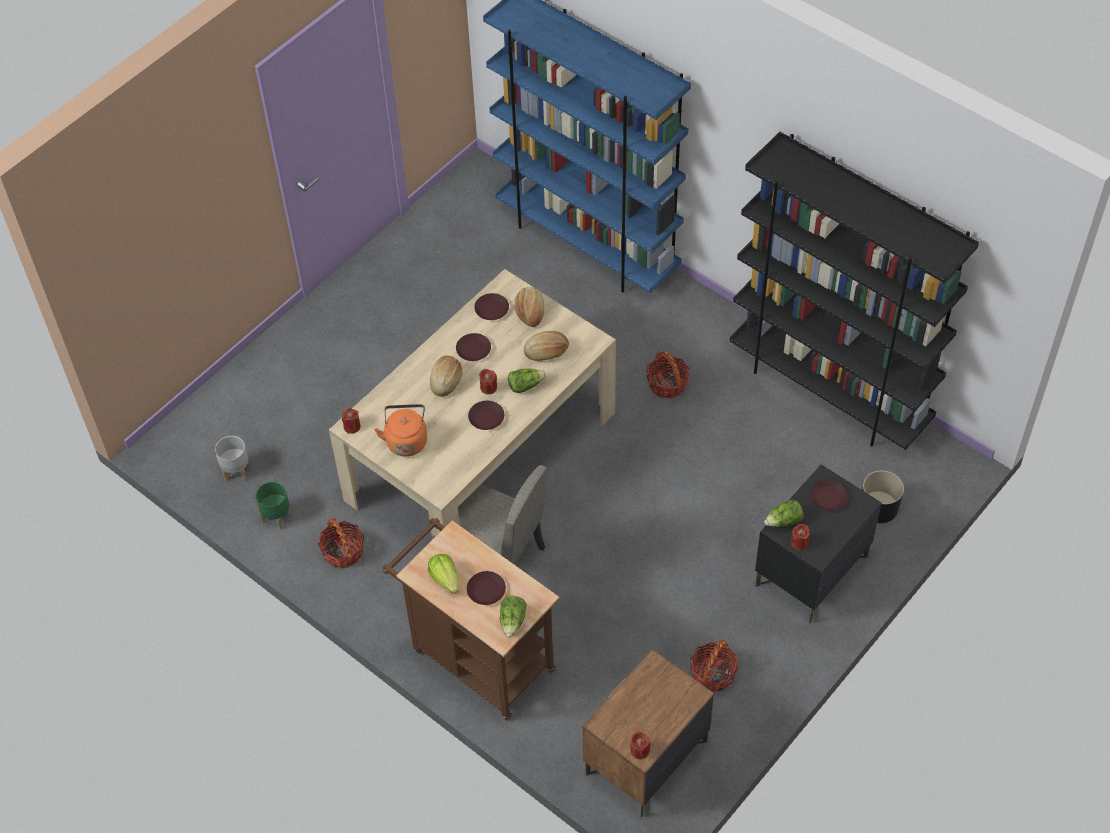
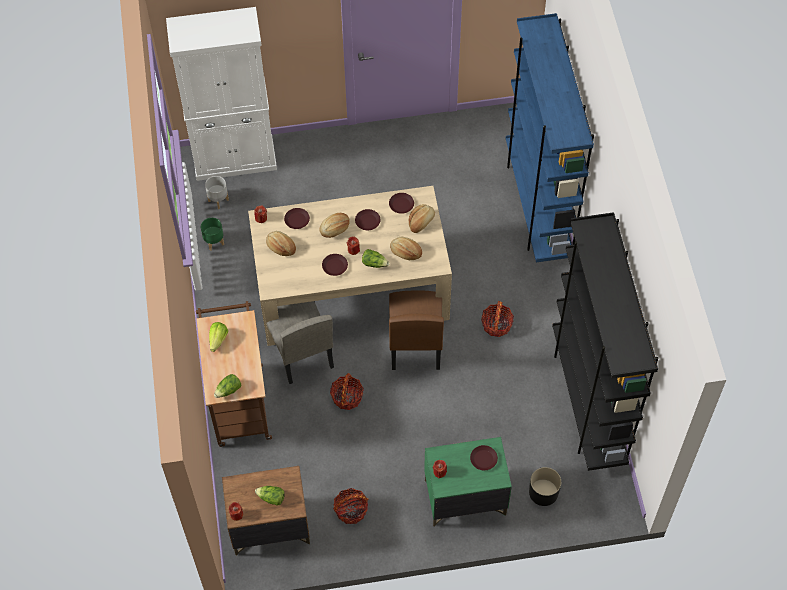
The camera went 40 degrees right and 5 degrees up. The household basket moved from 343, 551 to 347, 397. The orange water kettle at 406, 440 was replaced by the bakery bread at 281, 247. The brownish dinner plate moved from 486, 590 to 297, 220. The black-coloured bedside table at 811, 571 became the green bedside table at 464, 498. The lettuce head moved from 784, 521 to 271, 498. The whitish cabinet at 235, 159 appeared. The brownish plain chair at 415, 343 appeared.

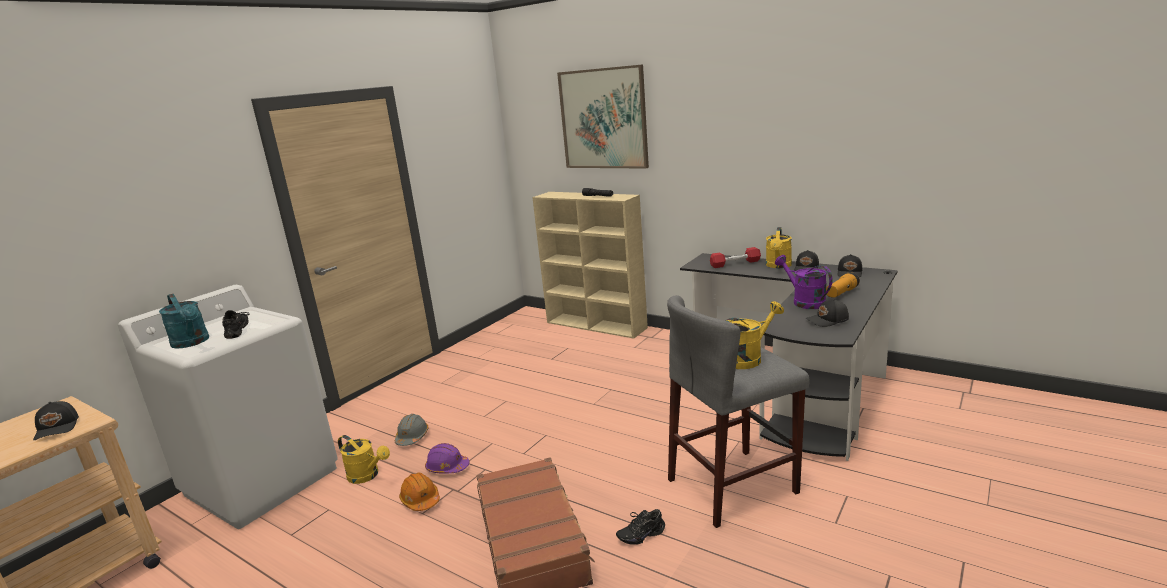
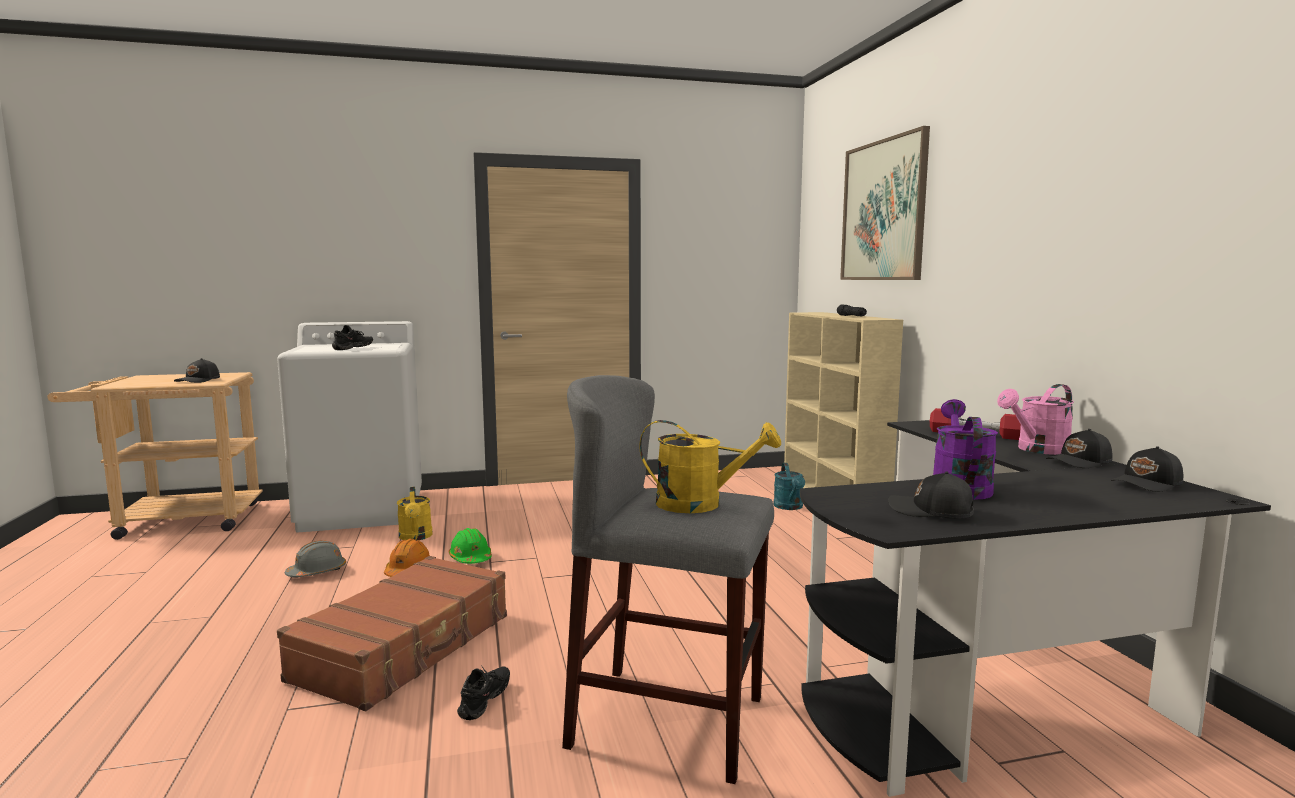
The camera went 40 degrees right and 10 degrees down. The turquoise-coloured sprinkling can moved from 192, 343 to 789, 507. The greyish work helmet moved from 412, 437 to 317, 572. The purplish work helmet at 447, 467 became the green work helmet at 470, 558. The black-coloured low shoe at 640, 534 turned 90 degrees clockwise. The yellow sprinkling can at 778, 266 became the pinkish sprinkling can at 1037, 450. The torch at 841, 293 disappeared.

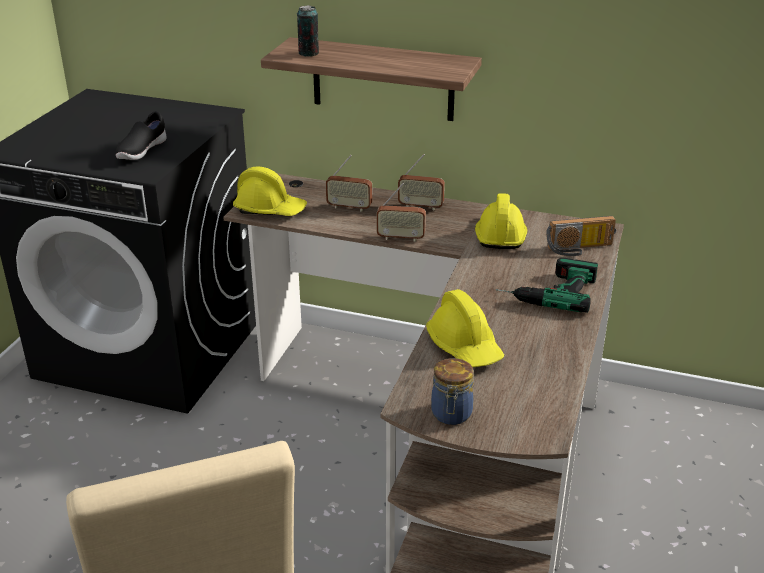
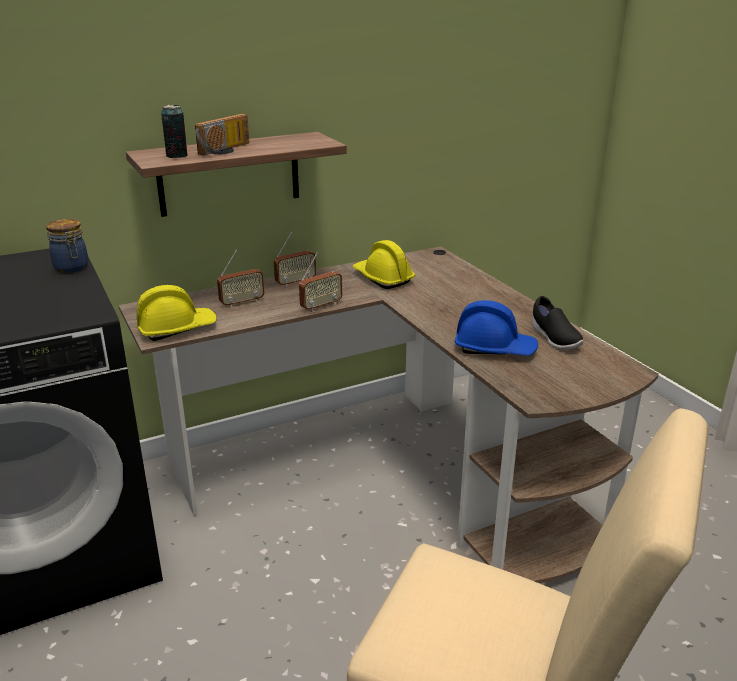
The camera went 45 degrees left and 5 degrees down. The black-coloured low shoe moved from 141, 151 to 554, 338. The yellow work helmet at 465, 347 became the blue-coloured work helmet at 494, 349. The jar moved from 451, 415 to 72, 268. The drill at 546, 290 disappeared. The radio moved from 579, 249 to 227, 150.

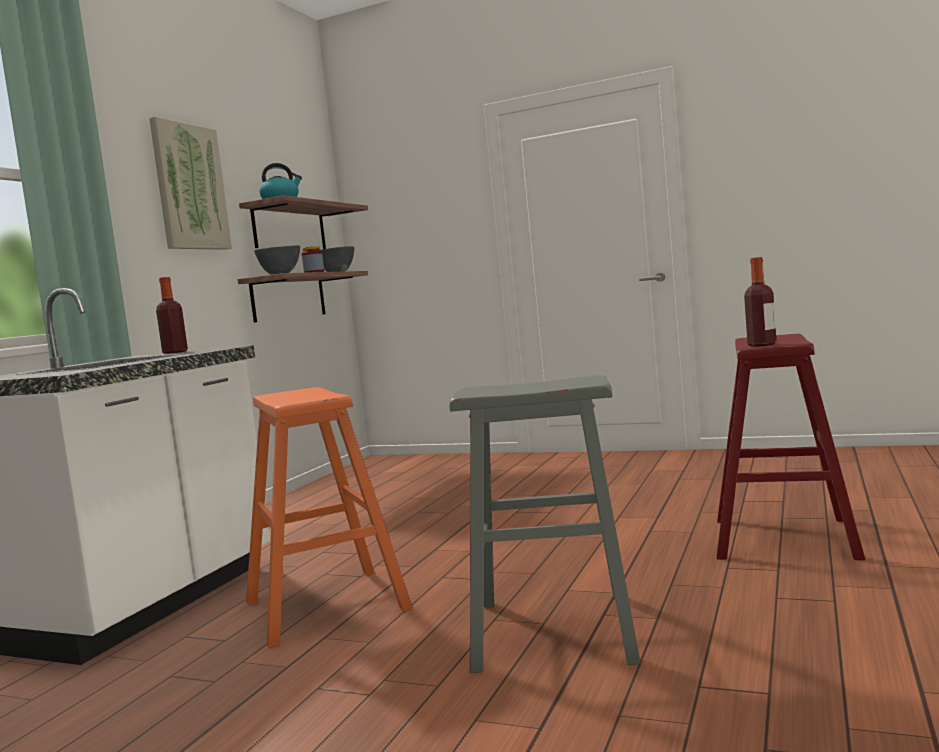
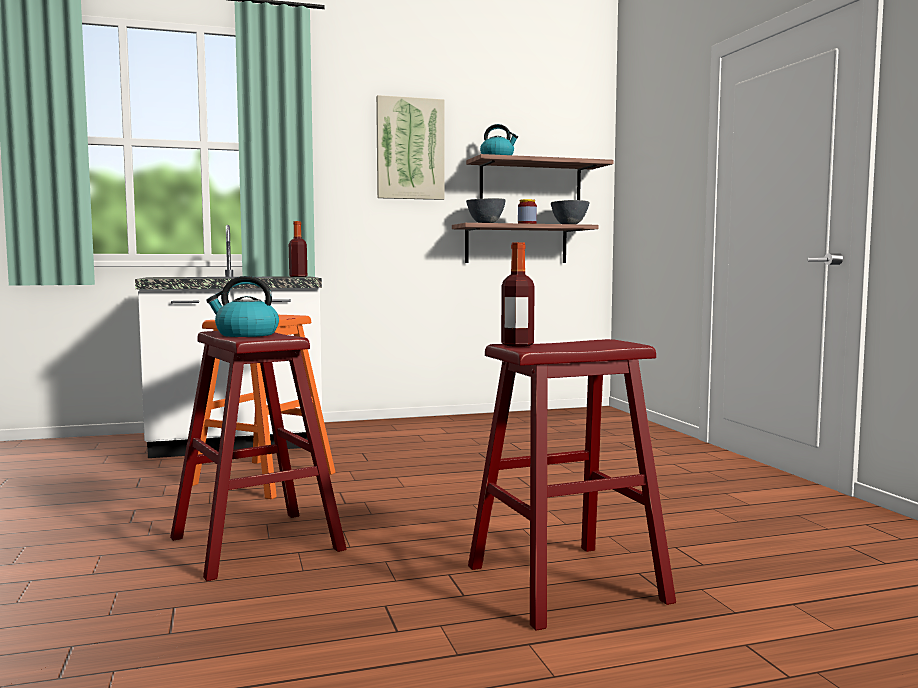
The camera went 50 degrees right and 0 degrees up. The greyish sitting stool at 554, 630 became the red-coloured sitting stool at 256, 544. The water kettle at 246, 334 appeared.

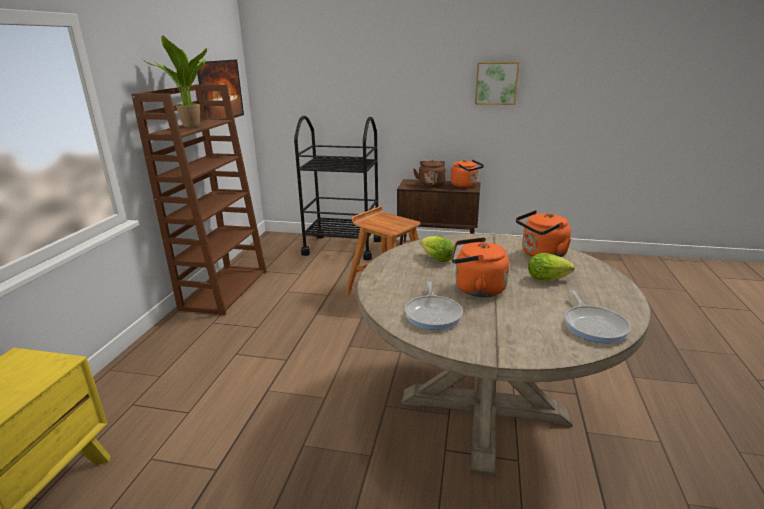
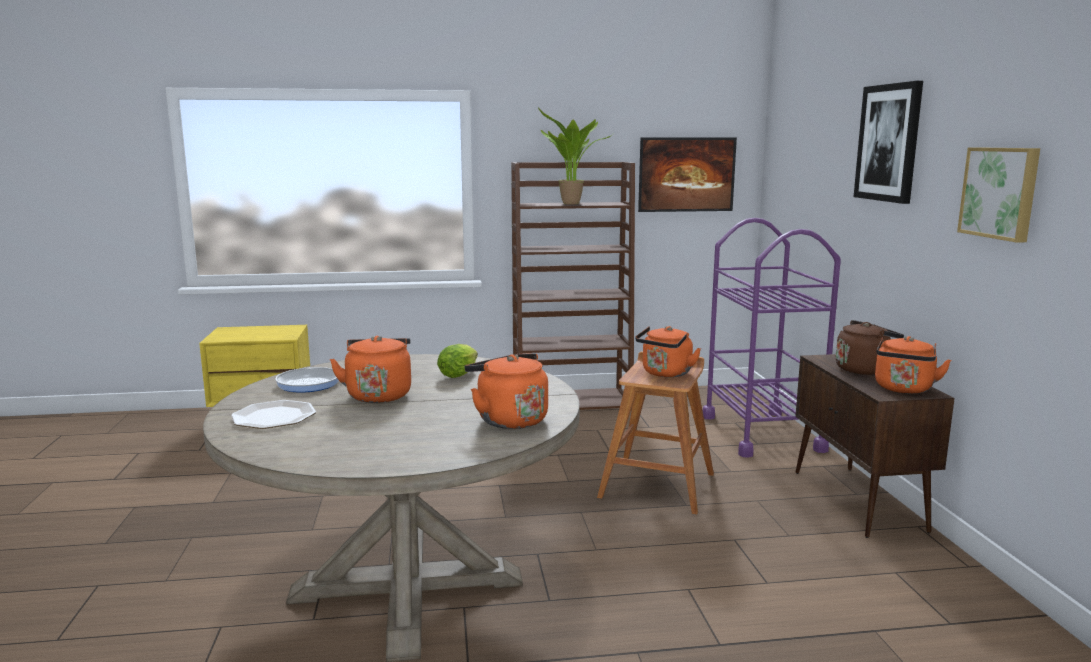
The camera went 70 degrees right and 10 degrees down. The black-coloured cart at 342, 247 became the purplish cart at 761, 433. The lettuce head at 549, 279 disappeared. The pan at 594, 325 disappeared. The dinner plate at 273, 417 appeared. The orange water kettle at 665, 374 appeared. The picture at 888, 143 appeared.

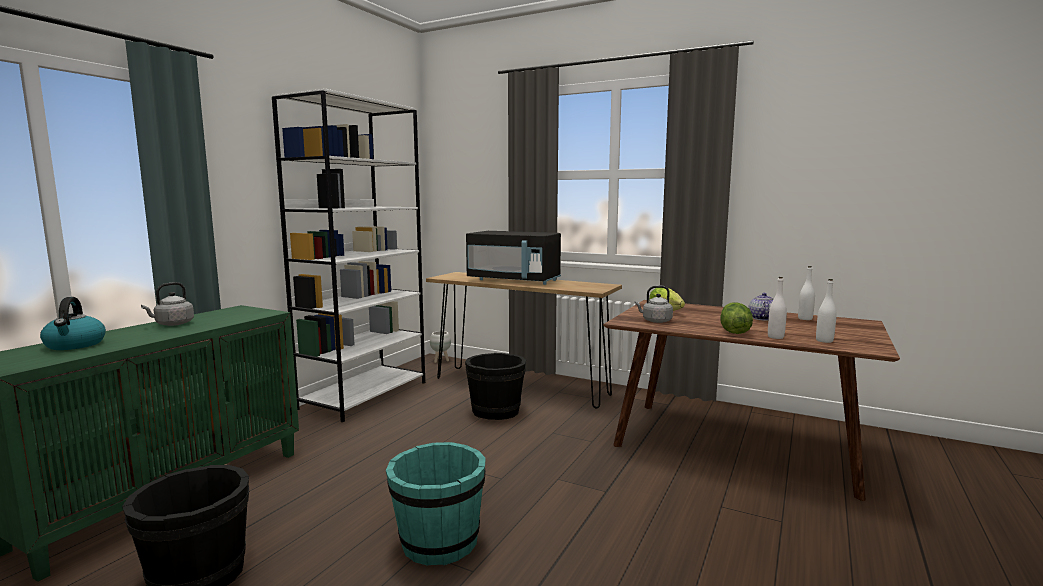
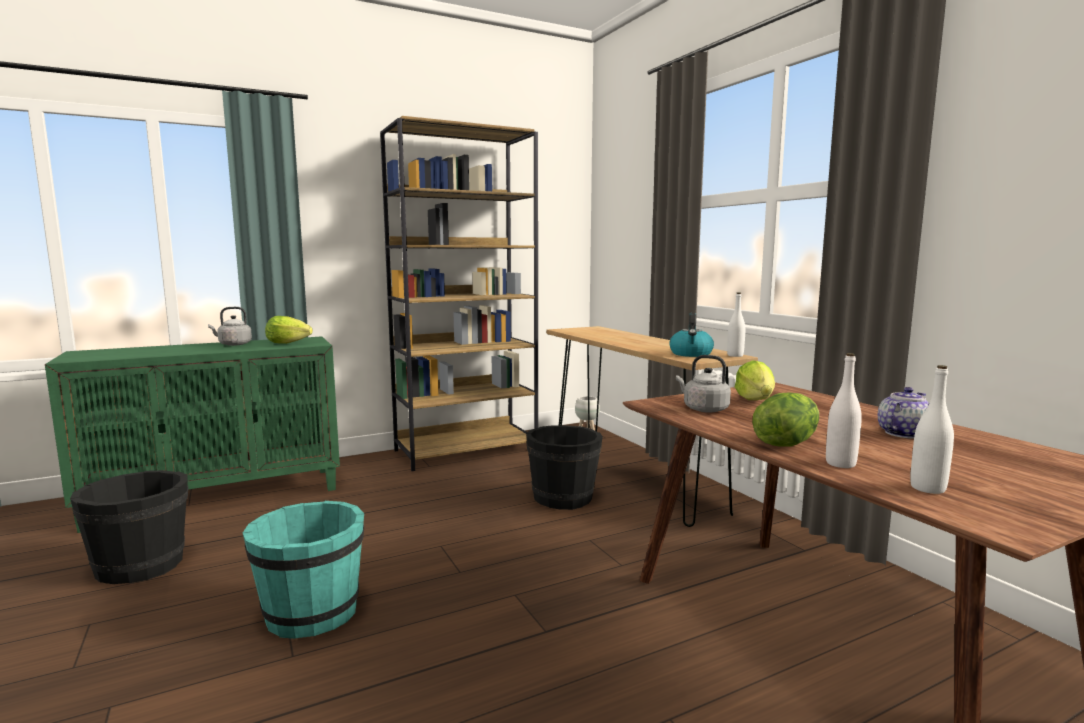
The camera went 35 degrees right and 0 degrees up. The water kettle moved from 75, 345 to 691, 354. The whitish bookshelf at 364, 395 became the brownish bookshelf at 467, 450. The black-coloured microwave at 514, 280 disappeared. The whitish bottle moved from 805, 318 to 735, 355. The lettuce head at 288, 343 appeared.

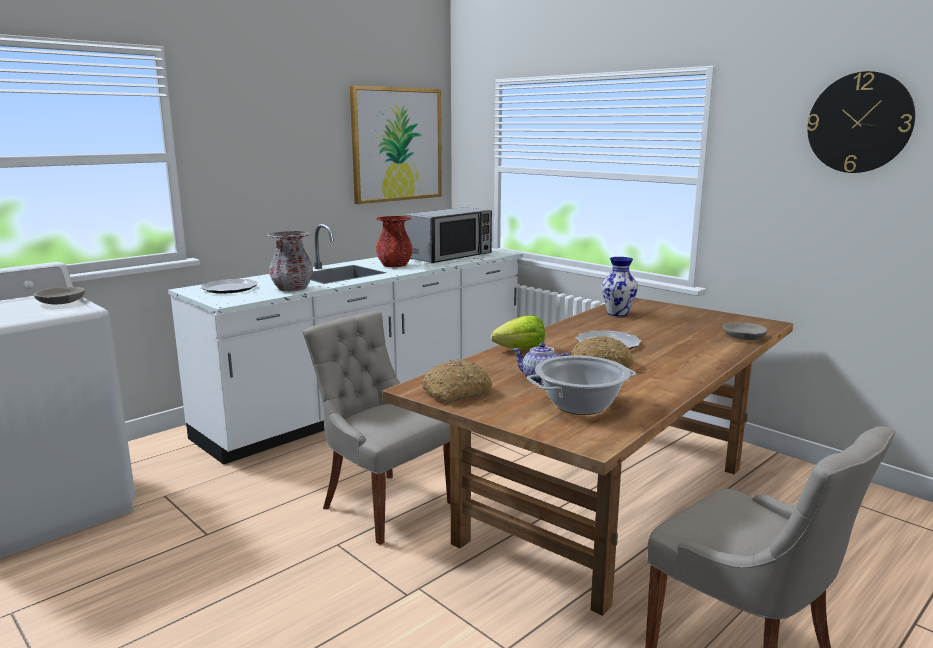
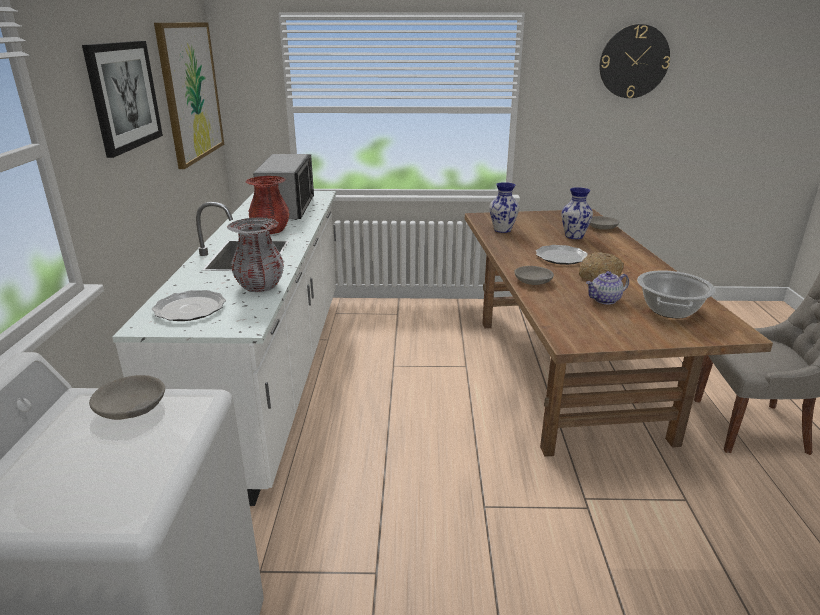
The camera went 45 degrees left and 10 degrees up. The greyish plain chair at 385, 504 disappeared. The bakery bread at 456, 392 disappeared. The lettuce head at 521, 349 was replaced by the greyish serving bowl at 533, 281. The picture at 124, 96 appeared. The flower vase at 574, 236 appeared.

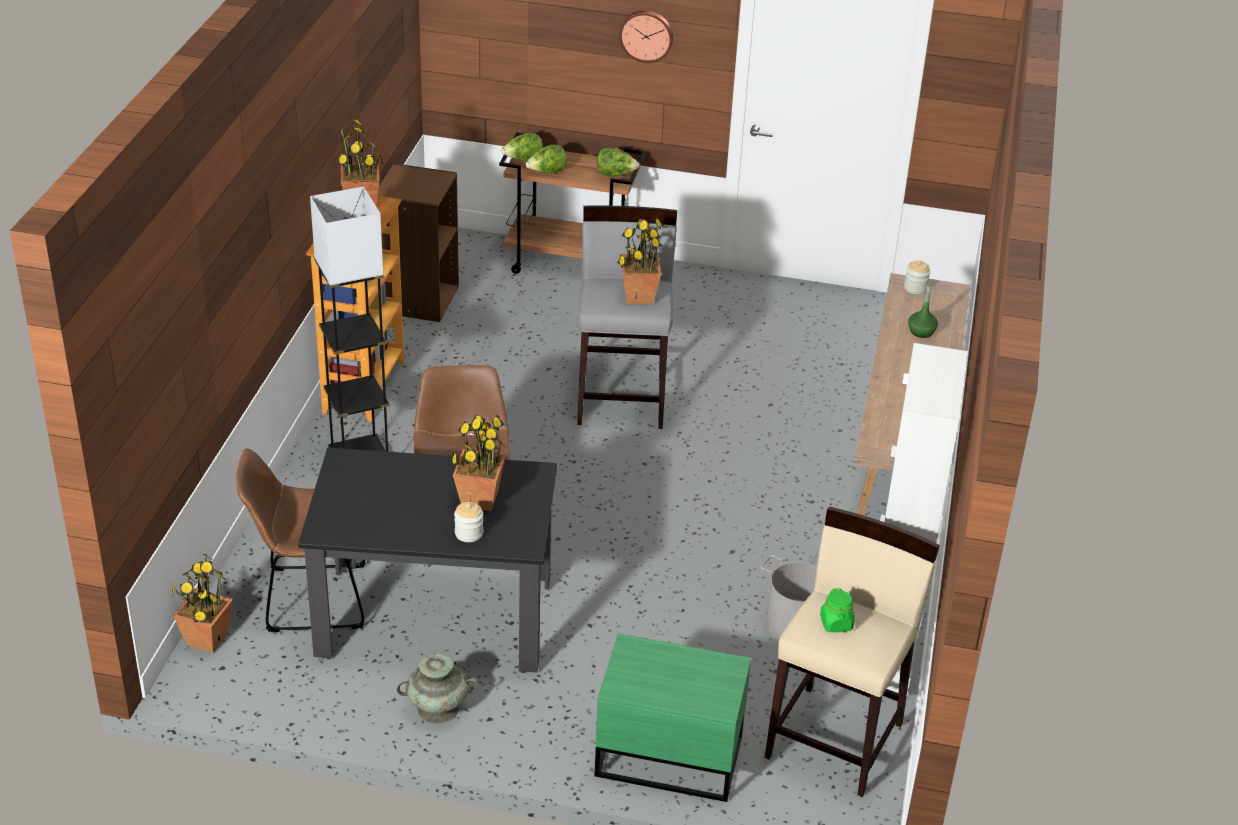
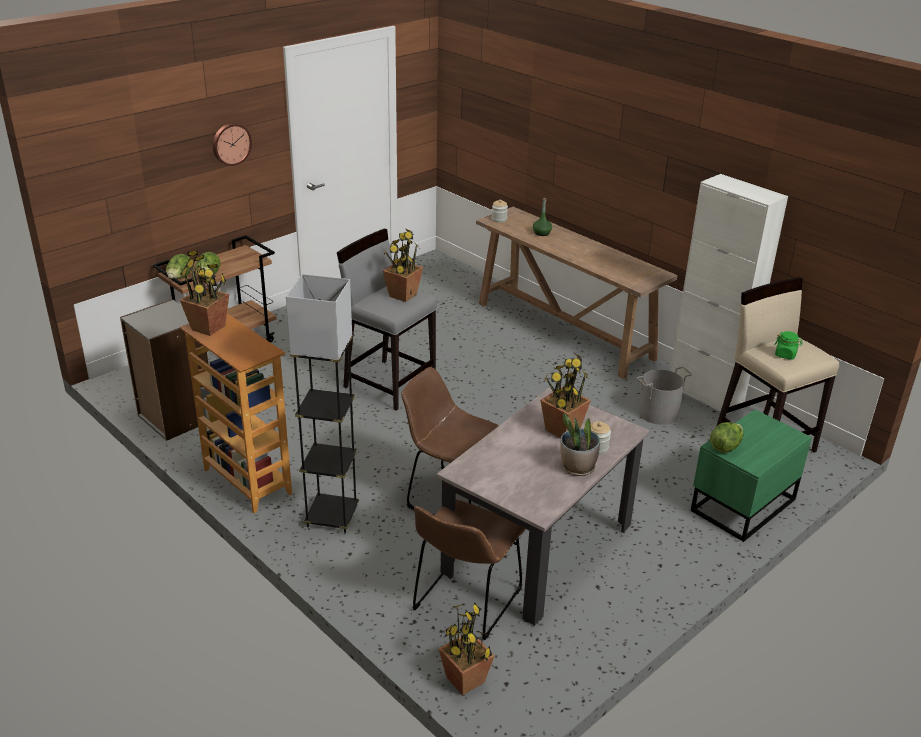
The camera went 55 degrees left and 5 degrees down. The black-coloured dining table at 435, 618 became the beige dining table at 538, 549. The brownish bookshelf at 417, 299 became the greyish bookshelf at 175, 418. The turquoise-coloured flower vase at 438, 709 disappeared. The lettuce head moved from 615, 175 to 725, 447. The plant in a pot at 577, 468 appeared.

